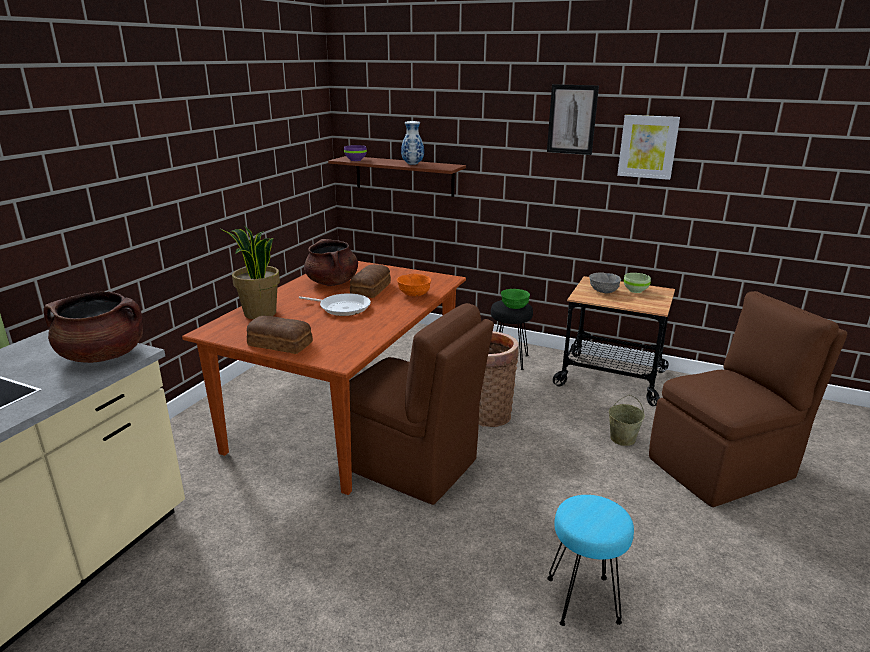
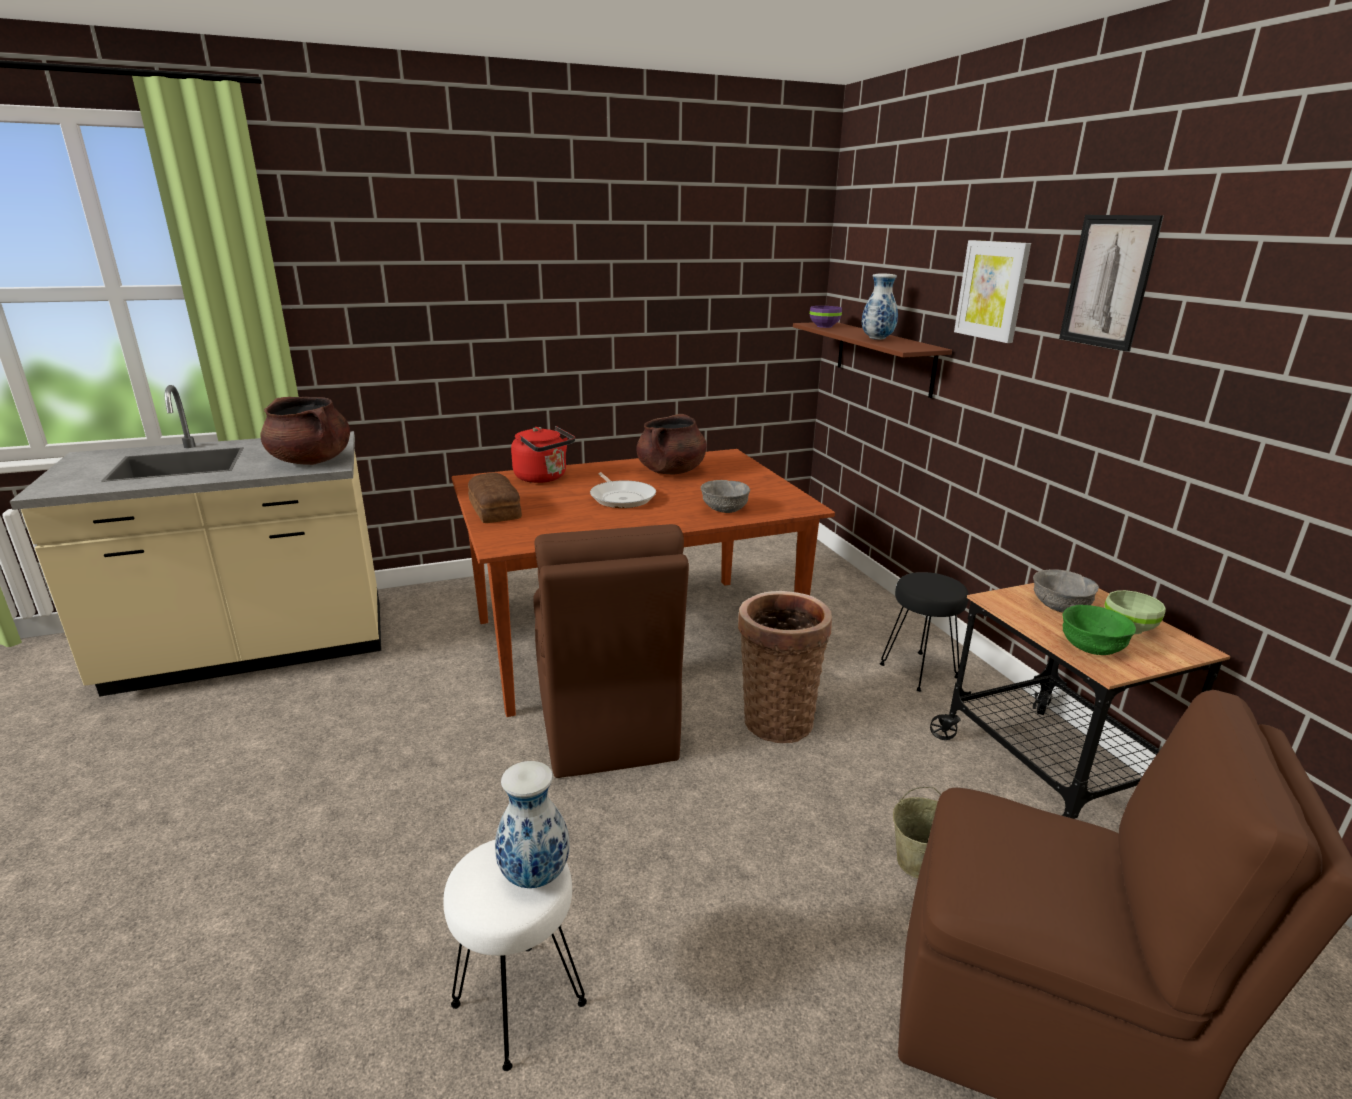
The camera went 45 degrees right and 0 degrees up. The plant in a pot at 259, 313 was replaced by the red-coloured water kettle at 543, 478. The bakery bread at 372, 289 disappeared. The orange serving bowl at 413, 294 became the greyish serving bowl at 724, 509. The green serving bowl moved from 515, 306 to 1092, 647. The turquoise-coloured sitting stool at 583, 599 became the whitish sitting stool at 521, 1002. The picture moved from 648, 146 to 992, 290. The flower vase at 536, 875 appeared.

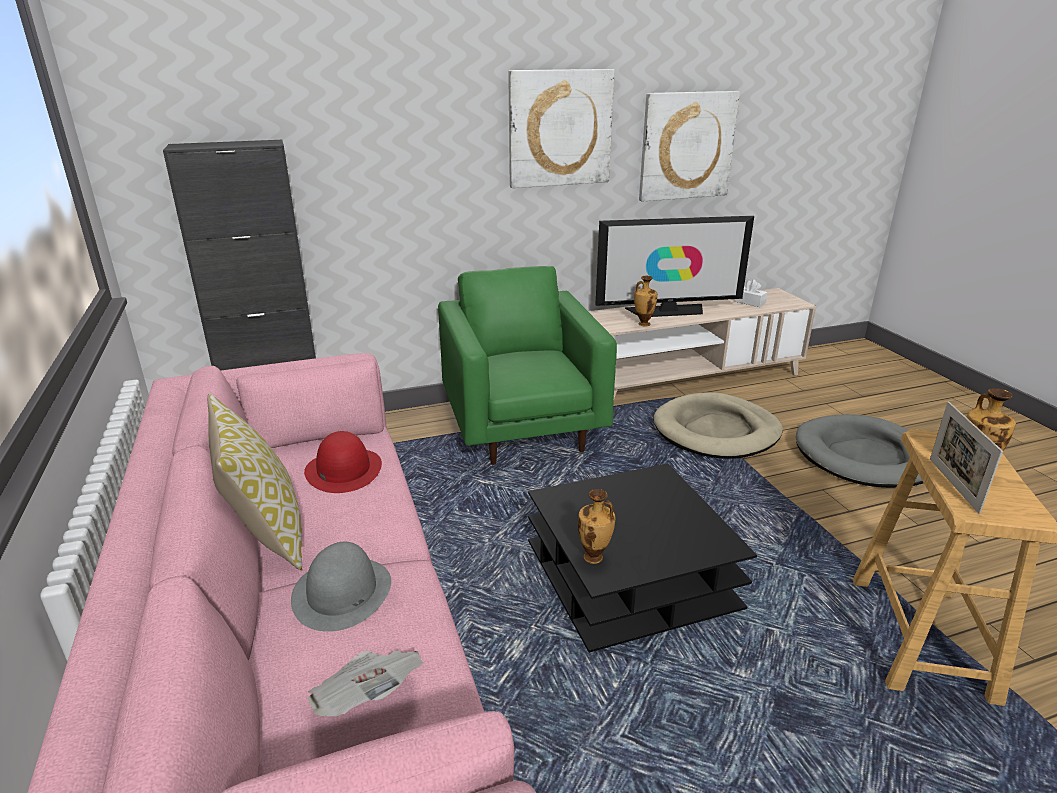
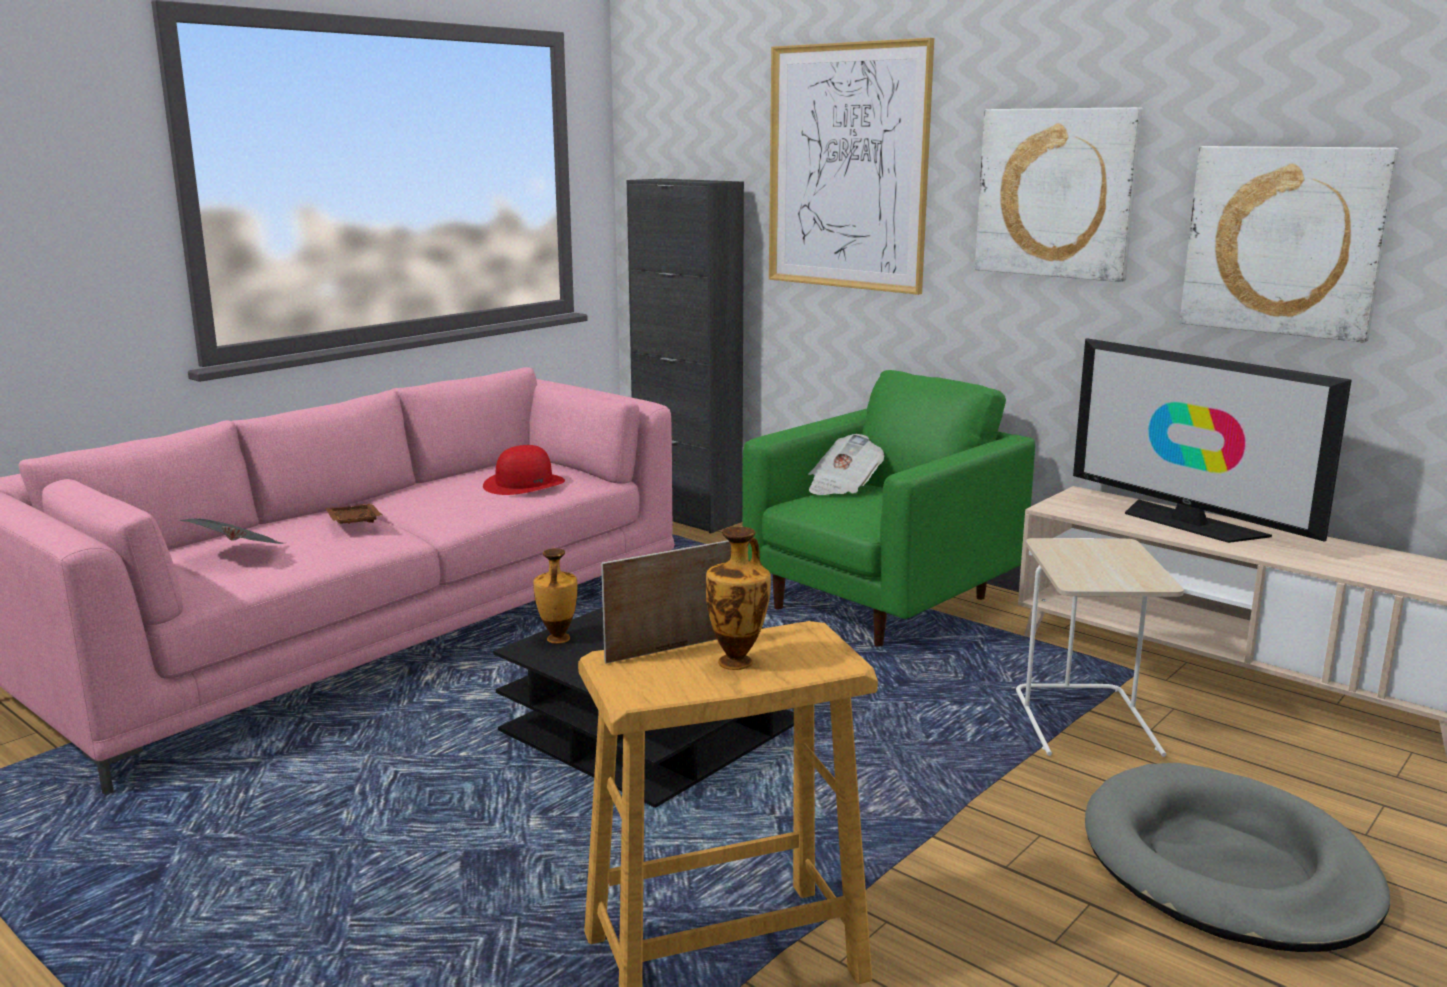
The camera went 60 degrees right and 10 degrees down. The pillow at 266, 533 disappeared. The greyish wearable hat at 342, 592 was replaced by the brownish carrying tray at 352, 523. The flower vase at 643, 324 disappeared. The beige dog bed at 716, 431 was replaced by the beige end table at 1087, 722. The whitish box of tissues at 749, 302 disappeared. The picture at 847, 167 appeared. The printed paper at 841, 486 appeared.

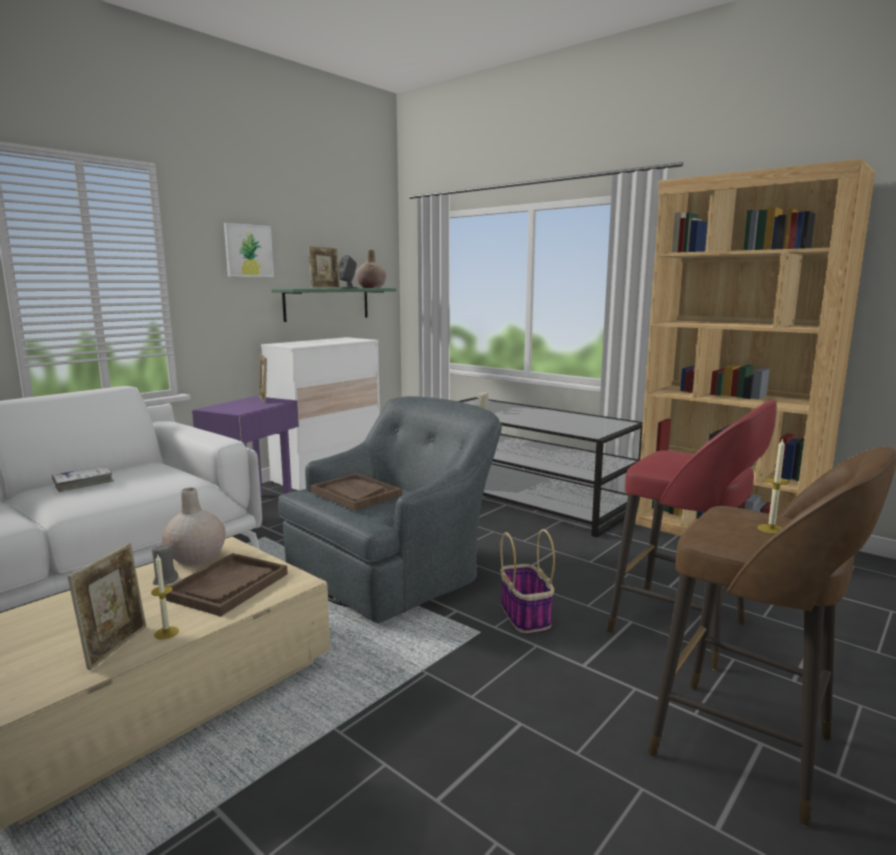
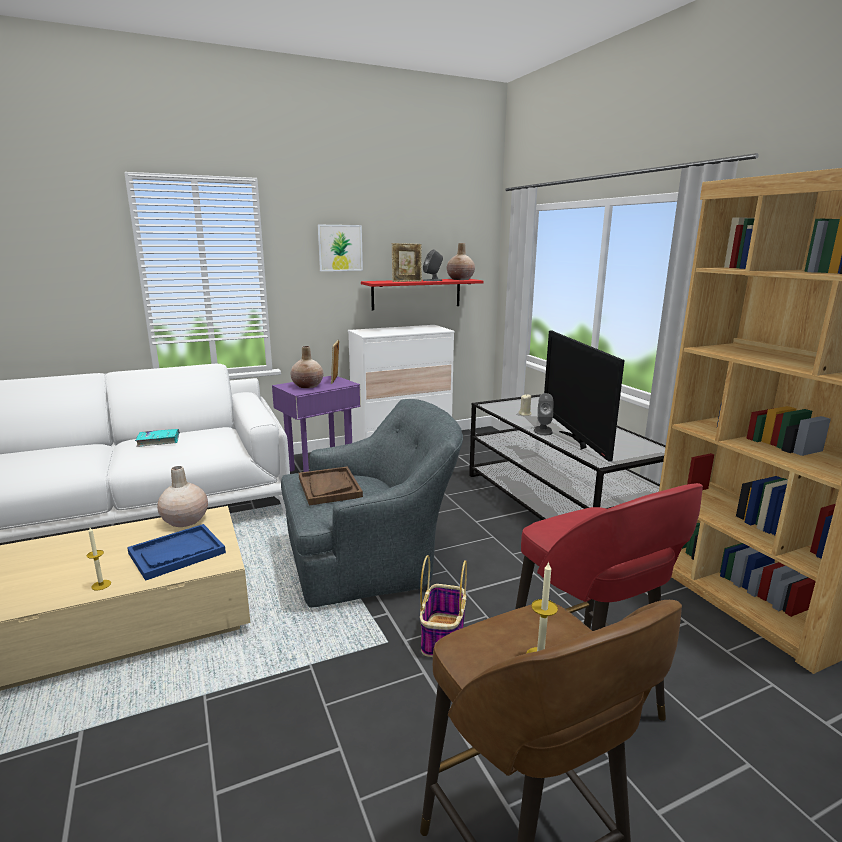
The camera went 25 degrees right and 5 degrees up. The whitish volume at 84, 483 became the turquoise-coloured volume at 158, 441. The picture frame at 116, 646 disappeared. The greyish wax light at 165, 580 disappeared. The brownish carrying tray at 227, 586 became the blue-coloured carrying tray at 177, 553. The green wall shelf at 327, 304 became the red-coloured wall shelf at 416, 294. The beige flower vase at 308, 386 appeared. The greyish loudspeaker at 543, 430 appeared. The TV set at 575, 440 appeared.

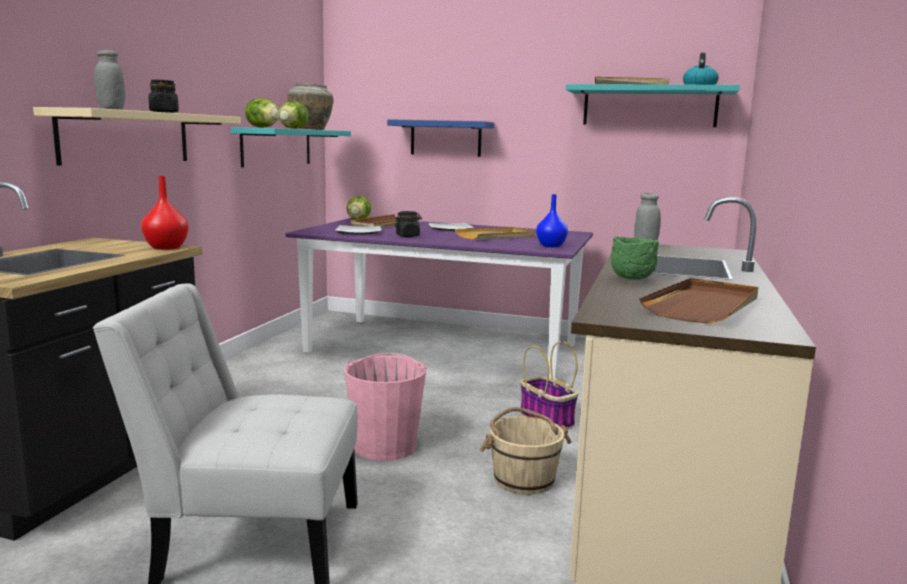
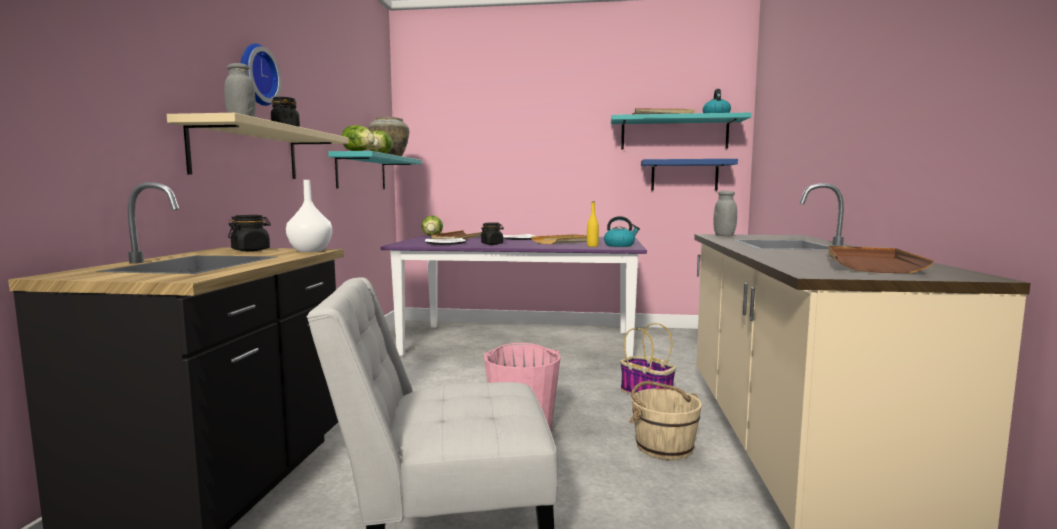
The camera went 10 degrees left and 5 degrees down. The red-coloured flower vase at 166, 247 became the whitish flower vase at 310, 250. The blue-coloured wall shelf moved from 445, 138 to 684, 175. The blue-coloured flower vase at 550, 246 was replaced by the water kettle at 620, 245. The green serving bowl at 631, 279 disappeared. The black-coloured jar at 251, 250 appeared. The clock on the wall at 256, 75 appeared. The yellow bottle at 592, 246 appeared.

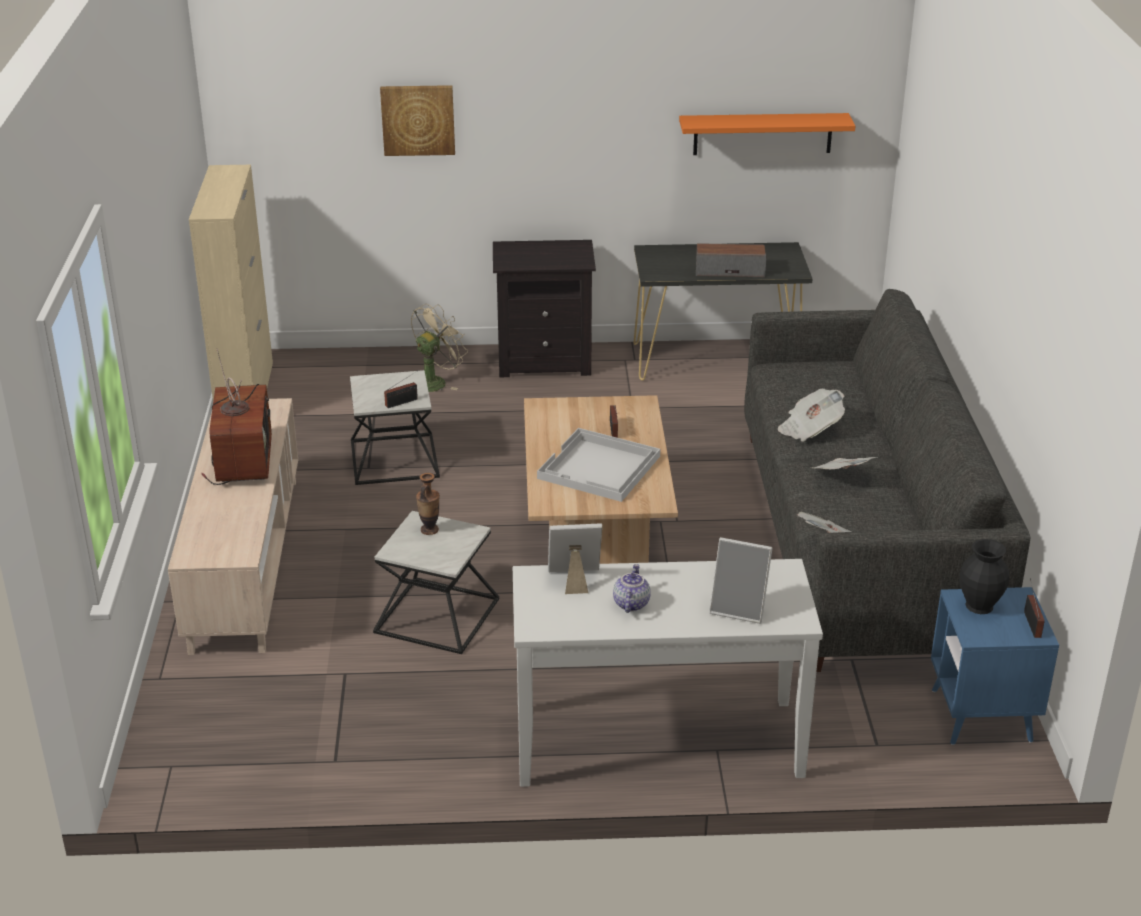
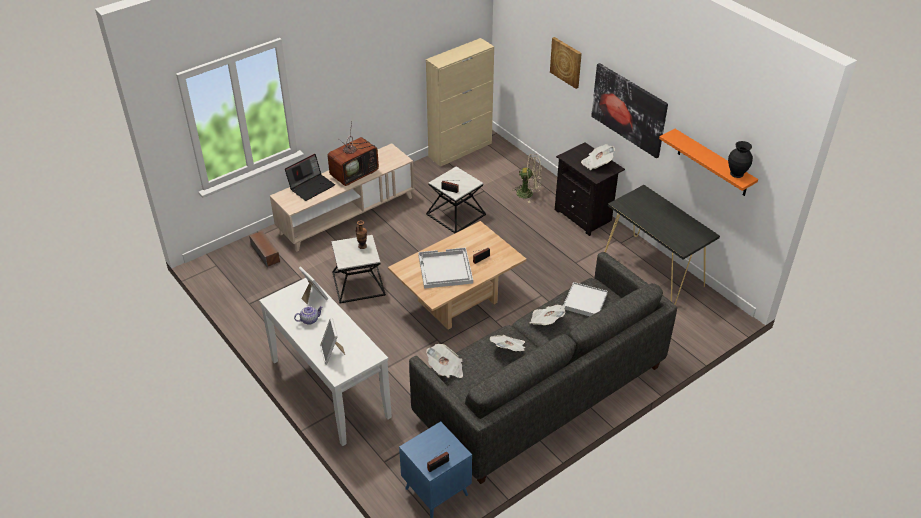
The camera went 55 degrees right and 10 degrees up. The loudspeaker moved from 729, 270 to 265, 253. The black-coloured flower vase moved from 979, 606 to 736, 173. The laptop at 311, 186 appeared. The whitish carrying tray at 585, 301 appeared. The printed paper at 597, 164 appeared. The picture at 629, 109 appeared.

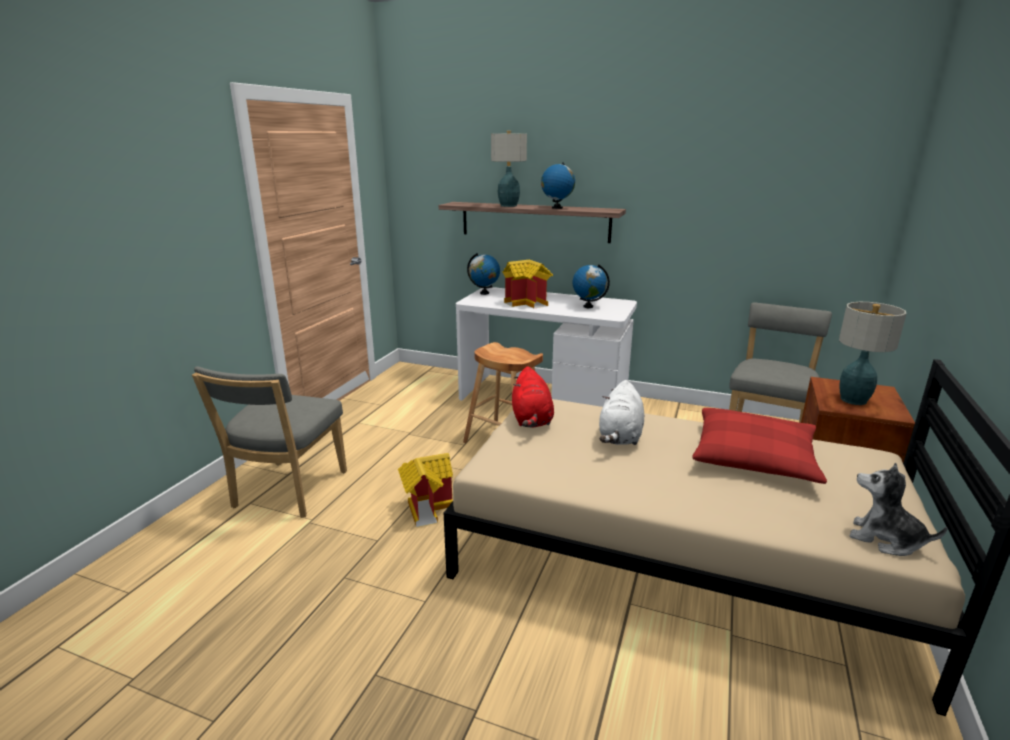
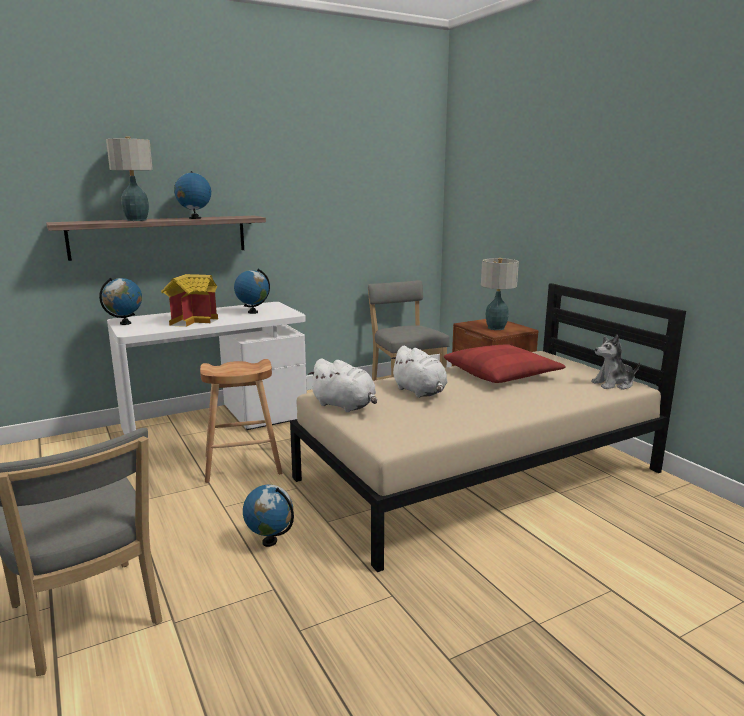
The camera went 50 degrees left and 5 degrees down. The miniature house at 427, 507 was replaced by the world globe at 270, 542. The red-coloured soft toy at 531, 420 became the whitish soft toy at 345, 406.

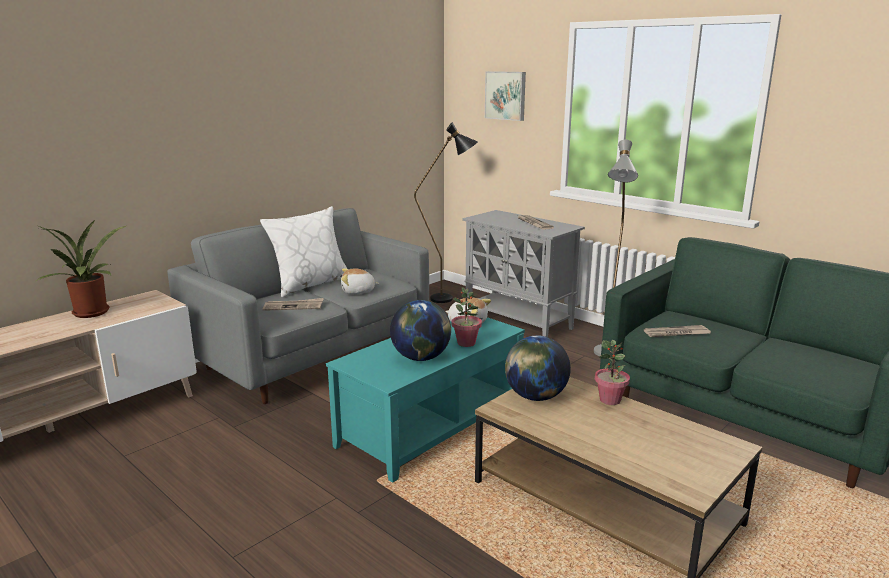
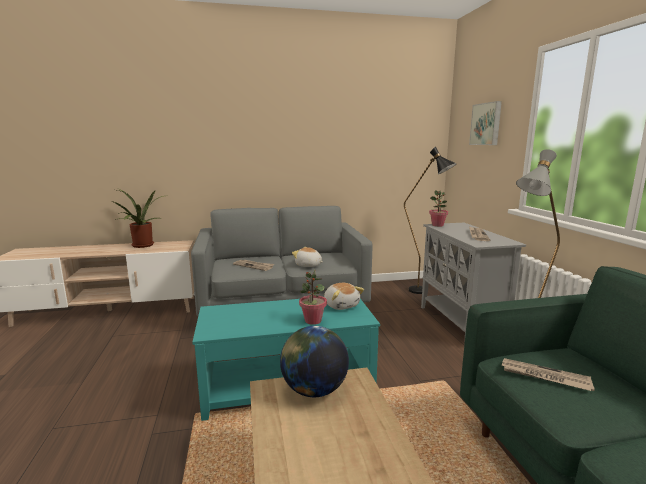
The camera went 35 degrees right and 5 degrees down. The whitish pillow at 310, 284 disappeared. The world globe at 421, 358 disappeared. The plant in a pot moved from 610, 400 to 437, 225.

